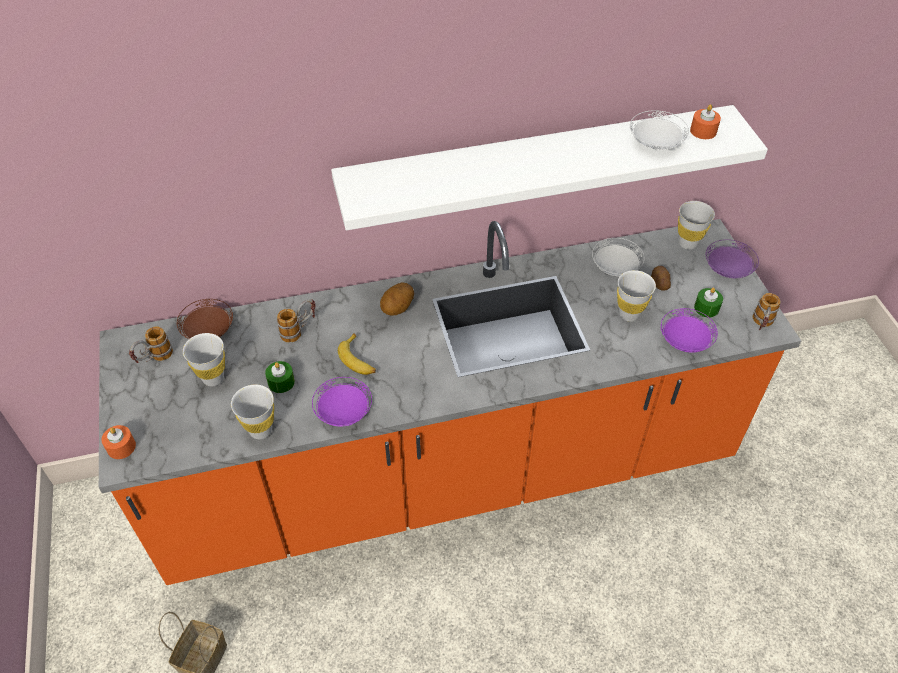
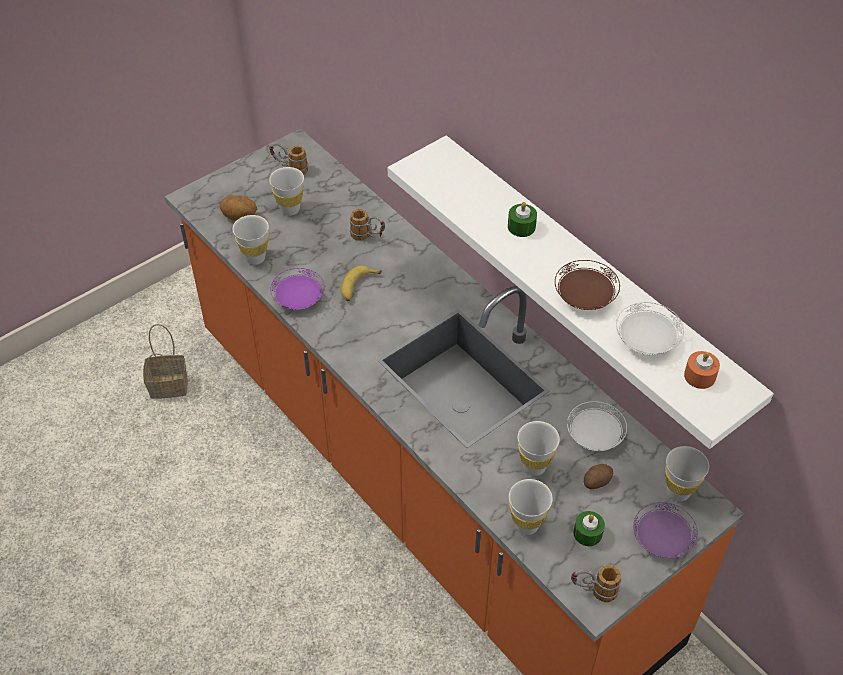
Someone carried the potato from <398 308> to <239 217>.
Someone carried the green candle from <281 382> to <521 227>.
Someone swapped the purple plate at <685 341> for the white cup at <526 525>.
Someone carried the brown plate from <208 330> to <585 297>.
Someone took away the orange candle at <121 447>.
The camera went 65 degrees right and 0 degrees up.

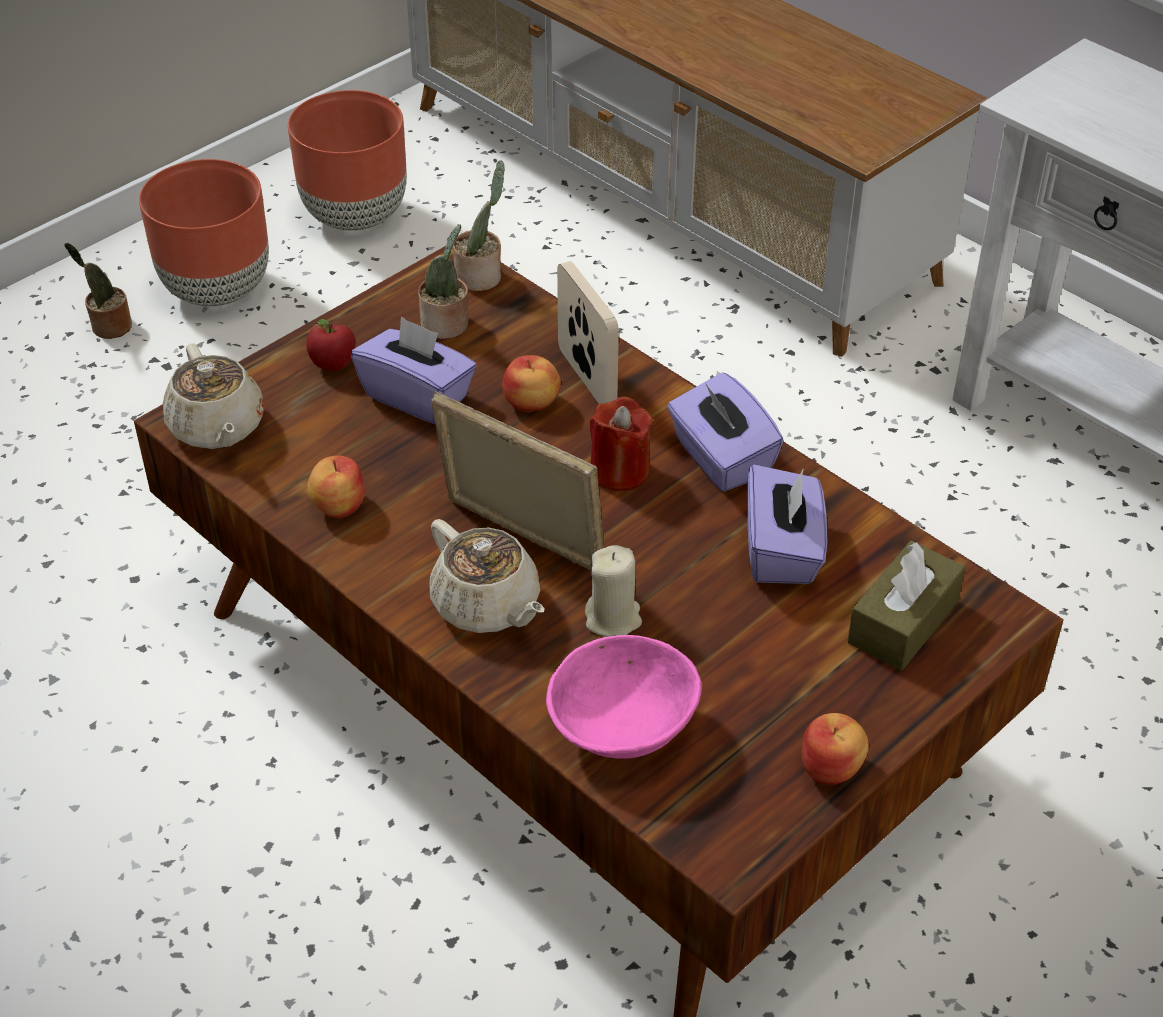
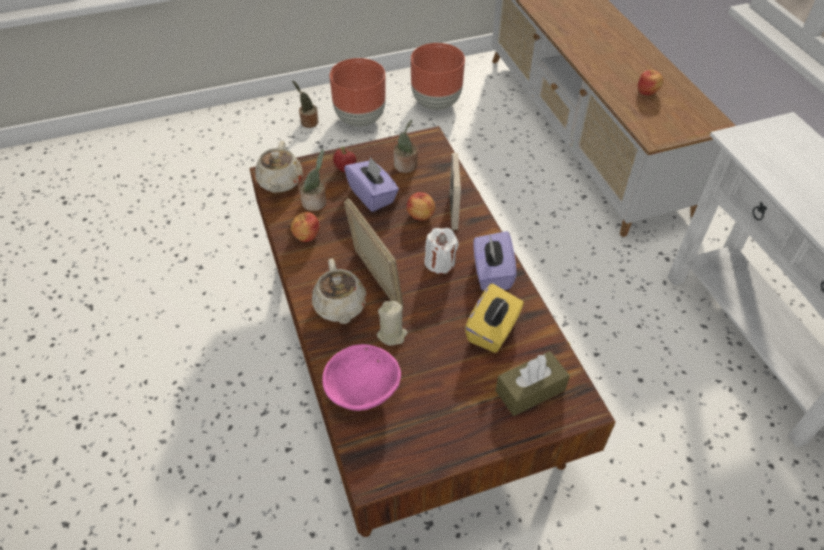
Someone carried the potted plant from <481 276> to <316 202>.
Someone repainted the red candle at <619 471>, which became the white candle at <440 263>.
Someone repainted the purple tissue box at <782 551>, which became the yellow tissue box at <492 331>.
Someone carried the apple from <831 767> to <647 92>.
The camera went 25 degrees right and 5 degrees up.

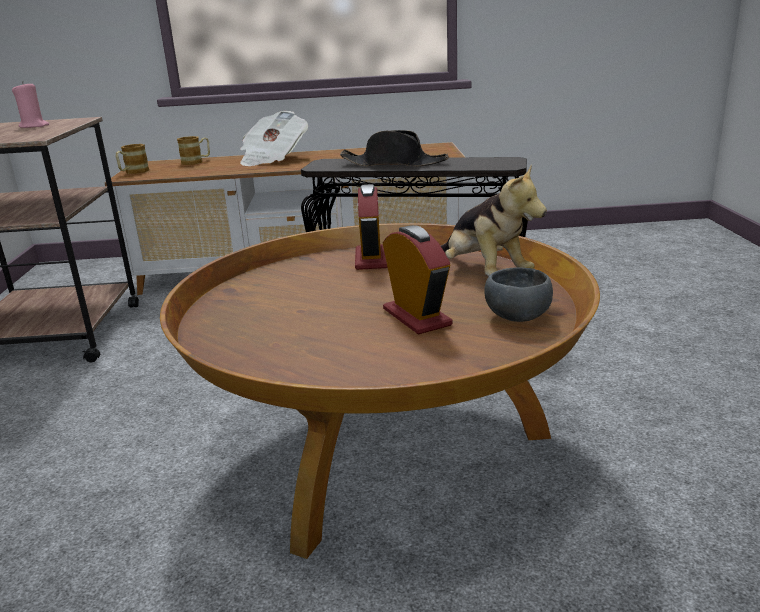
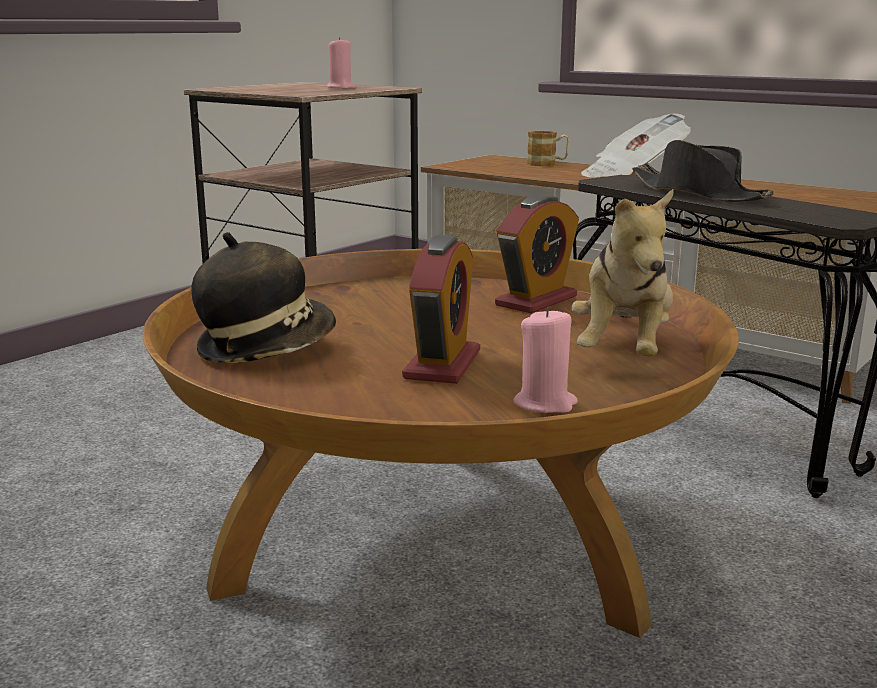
Someone put down the hat at <266 348>.
Someone swapped the grey bowl at <517 318> for the pink candle at <545 404>.
Someone took away the mug at <133 172>.
The camera went 40 degrees right and 5 degrees down.

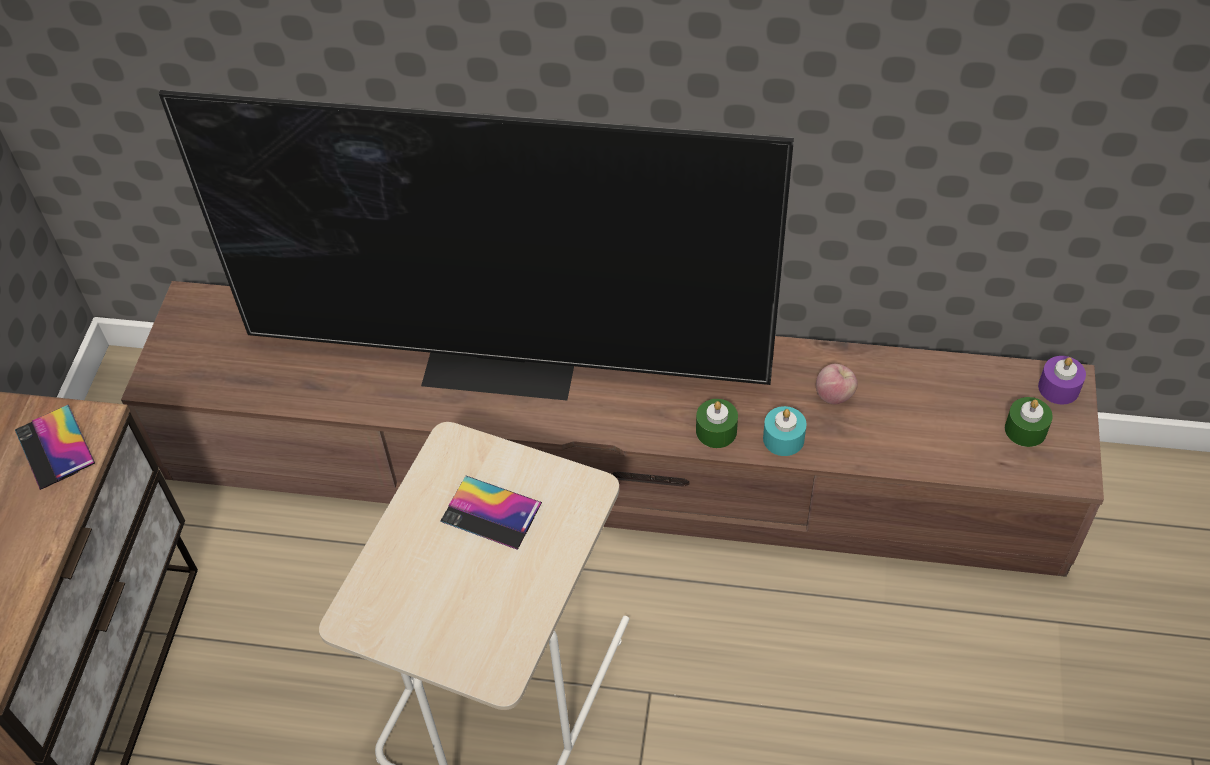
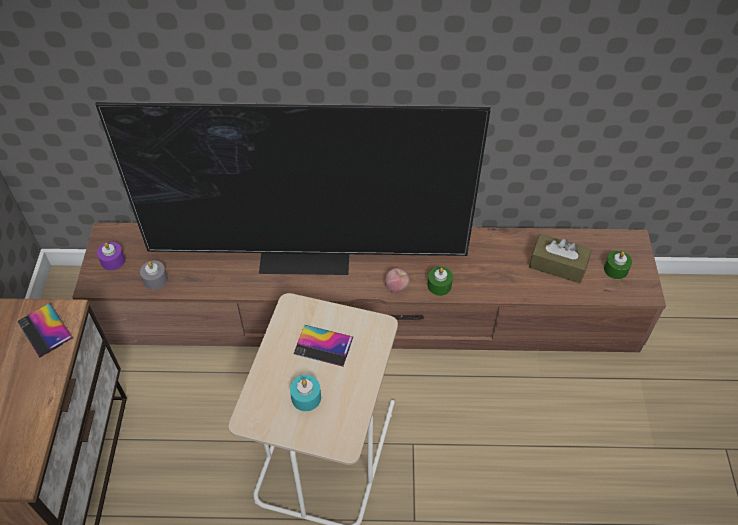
Someone carried the purple candle from <1058 388> to <113 260>.
Someone put down the grey candle at <155 279>.
Someone carried the turquoise candle from <783 439> to <306 397>.
Someone carried the apple from <834 395> to <396 287>.
Someone put down the brown tissue box at <557 265>.
The camera went 10 degrees left and 0 degrees up.

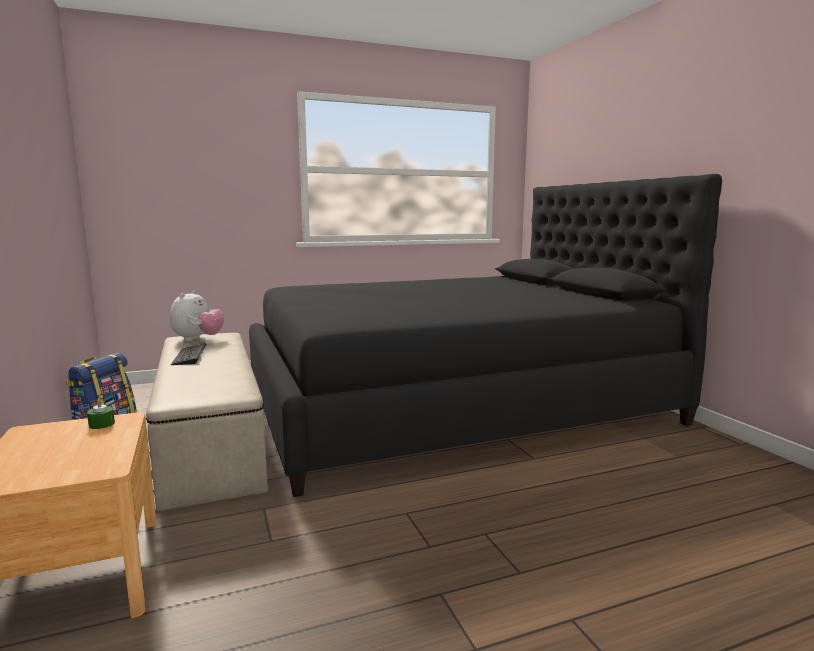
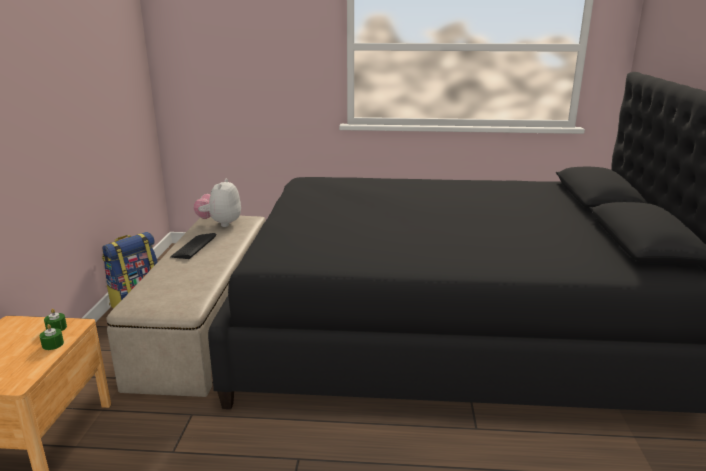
Someone put down the green candle at <53 344>.
Someone rotated the plush toy at <198 339> by 150 degrees clockwise.
The camera went 25 degrees right and 10 degrees up.

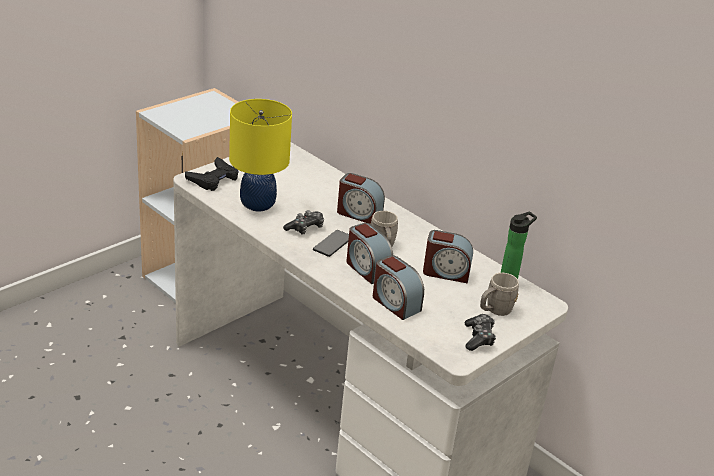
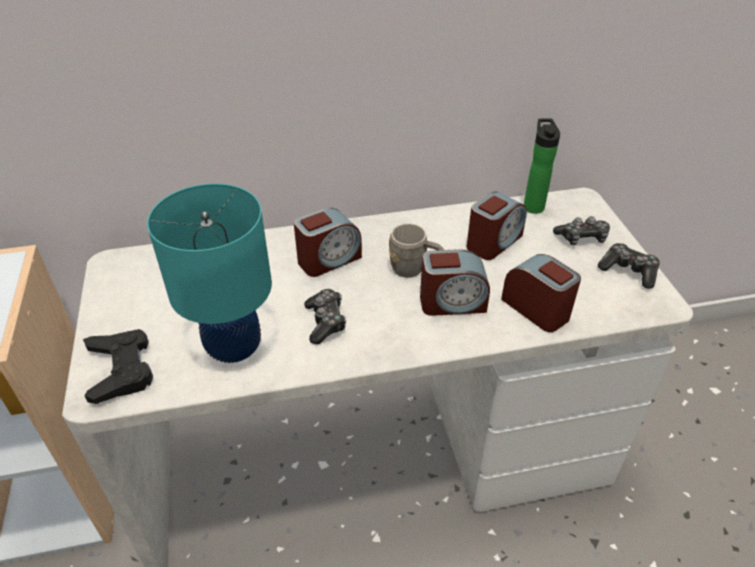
Someone repainted the yellow table lamp at <256 206>, which became the turquoise table lamp at <233 350>.
Someone rotated the alarm clock at <395 303> by 120 degrees counterclockwise.
Someone swapped the grey mug at <494 310> for the game controller at <582 238>.
Someone took away the phone at <333 244>.
The camera went 55 degrees left and 10 degrees up.

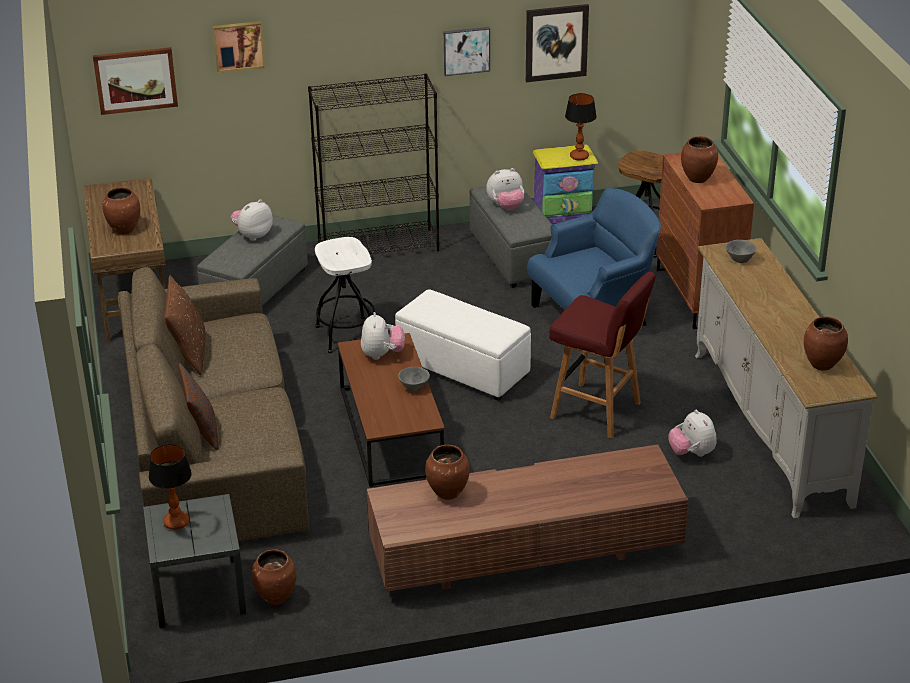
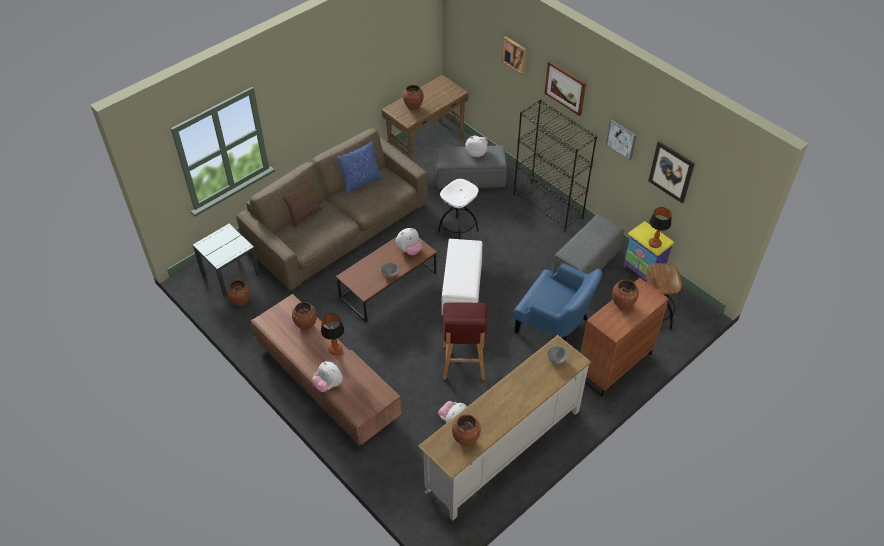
Someone carried the plush toy from <506 206> to <328 385>.
Someone carried the table lamp from <176 522> to <335 350>.
Someone repainted the brown pillow at <189 355>, which became the blue pillow at <360 182>.
Someone carried the picture from <135 80> to <565 87>.
The camera went 60 degrees right and 15 degrees up.

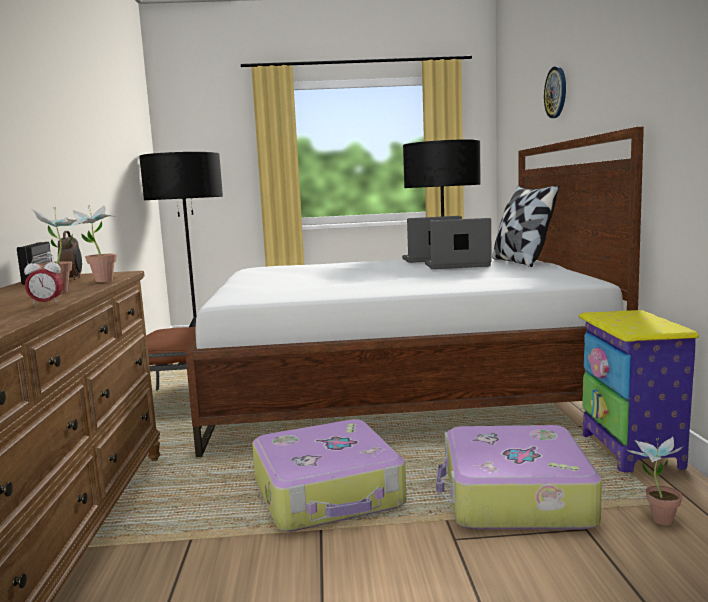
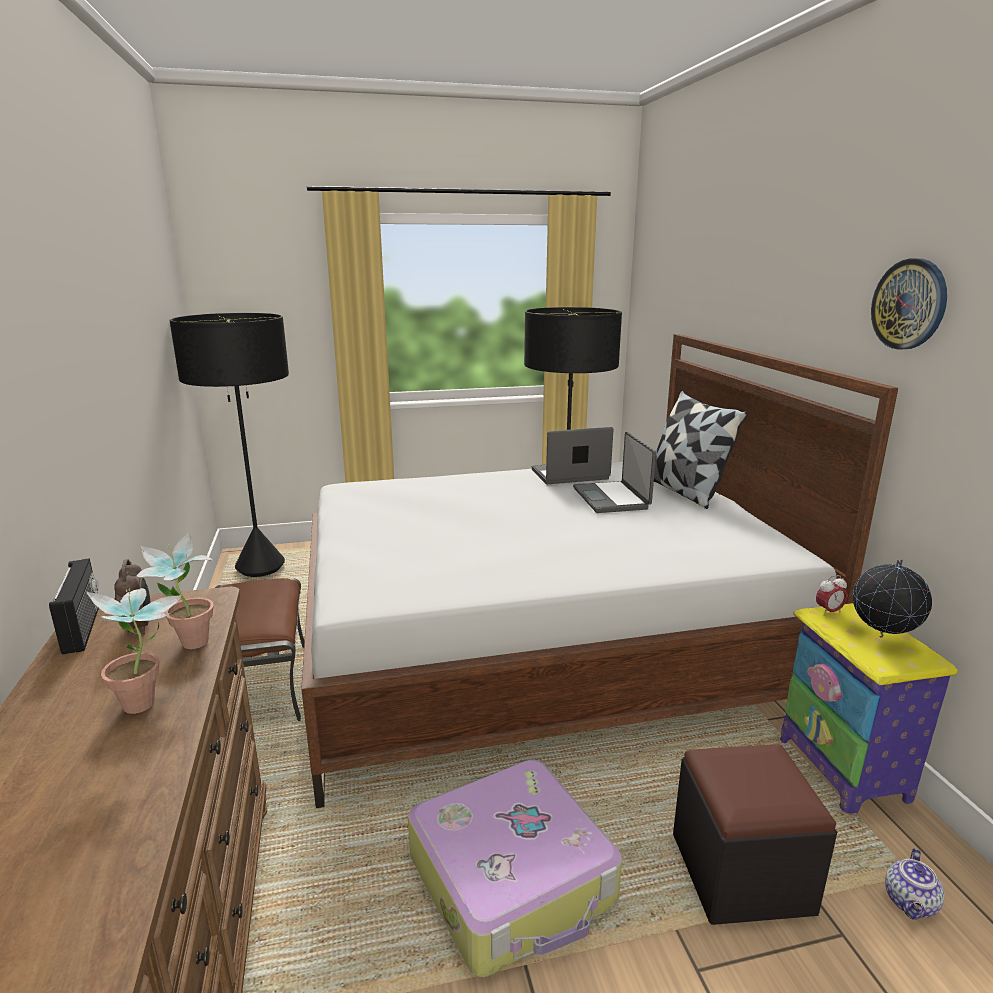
Someone rotated the laptop at <457 265> by 90 degrees counterclockwise.
Someone swapped the suitcase at <514 497> for the black ottoman at <741 872>.
Someone carried the alarm clock from <47 304> to <828 612>.
Someone put down the globe at <882 637>.
Someone carried the wall clock from <556 92> to <909 304>.
Someone swapped the potted plant at <655 517> for the teapot at <910 903>.
The camera went 10 degrees left and 10 degrees up.

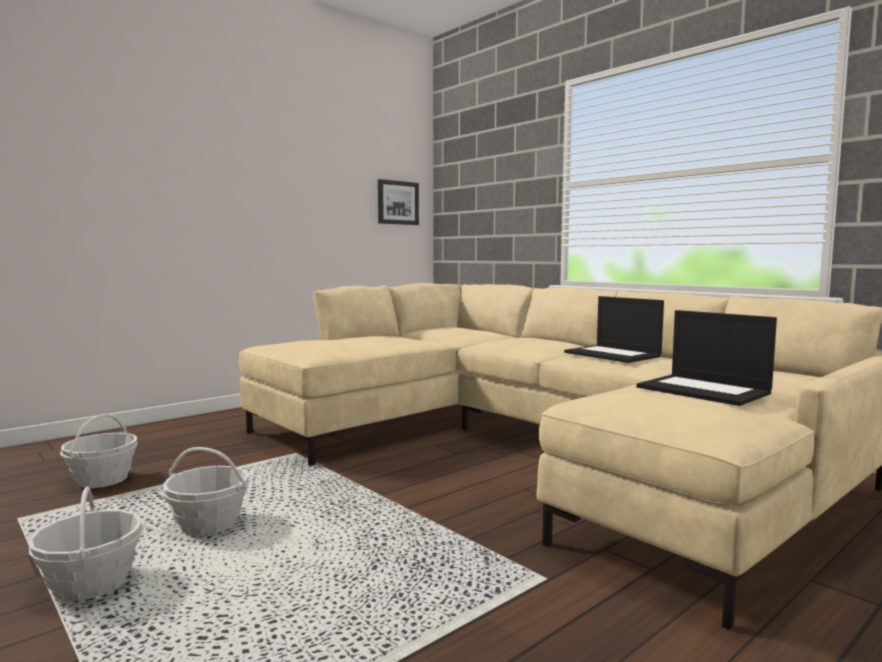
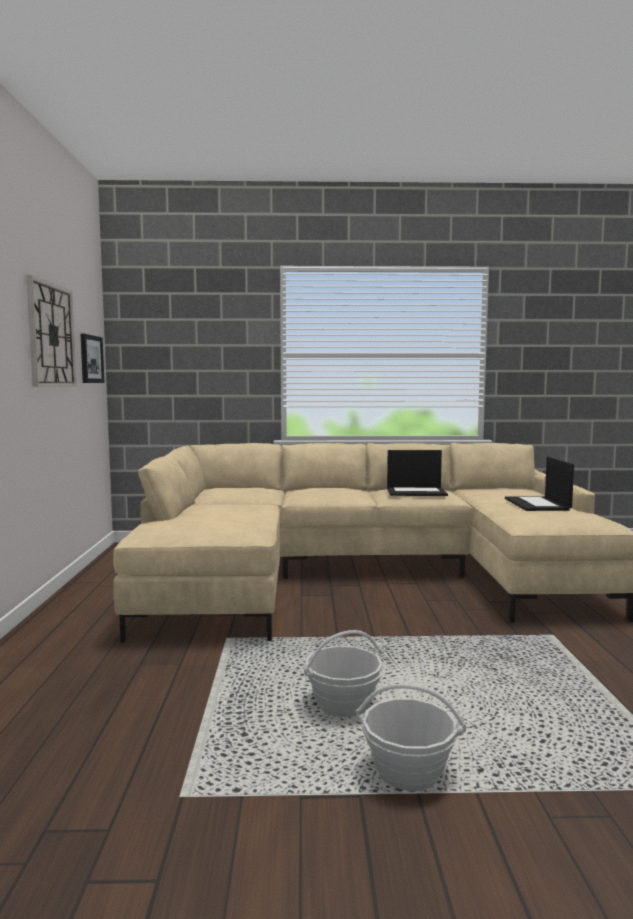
Someone put up the wall clock at <51 335>.
Someone rotated the laptop at <705 390> by 90 degrees clockwise.
Someone took away the basket at <102 480>.
The camera went 50 degrees left and 0 degrees up.

